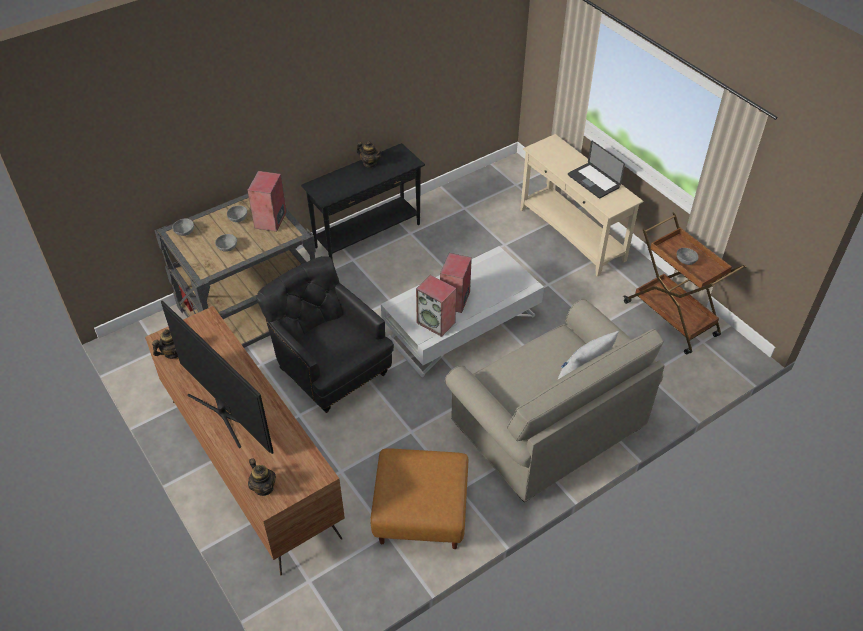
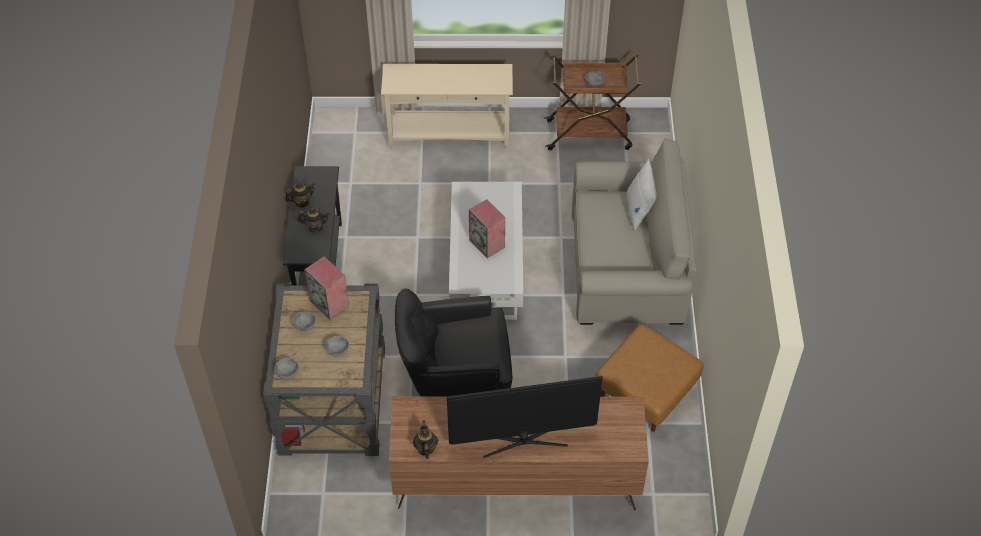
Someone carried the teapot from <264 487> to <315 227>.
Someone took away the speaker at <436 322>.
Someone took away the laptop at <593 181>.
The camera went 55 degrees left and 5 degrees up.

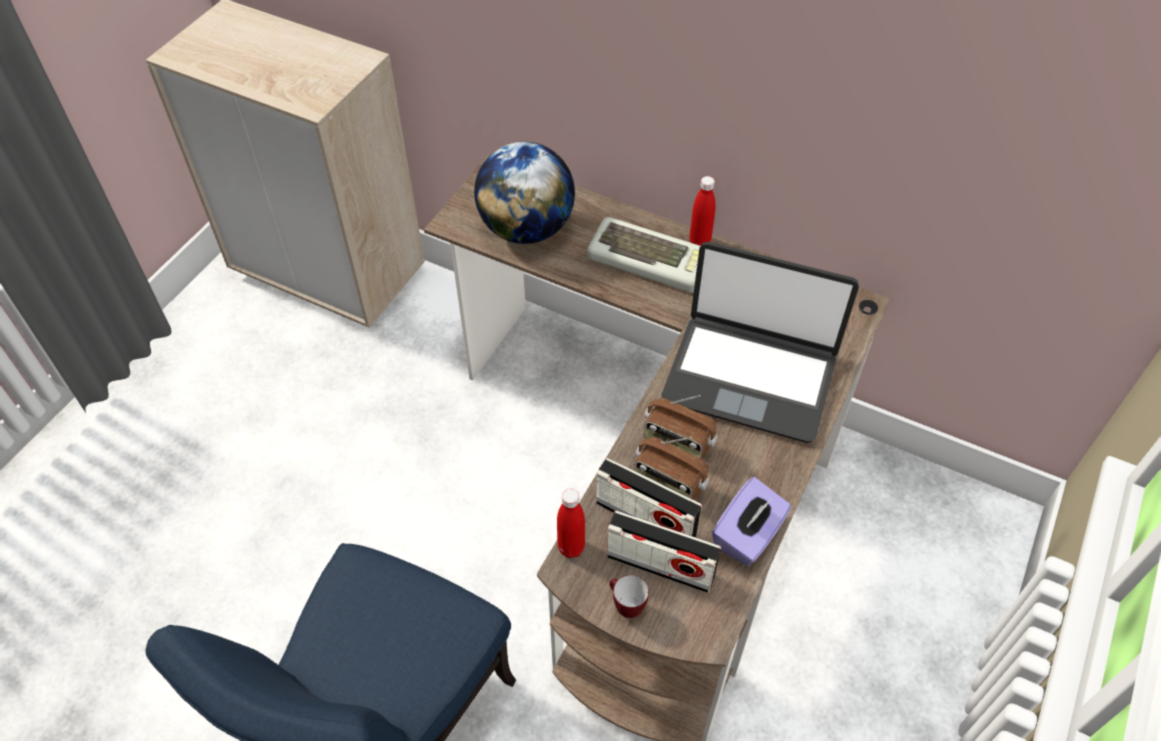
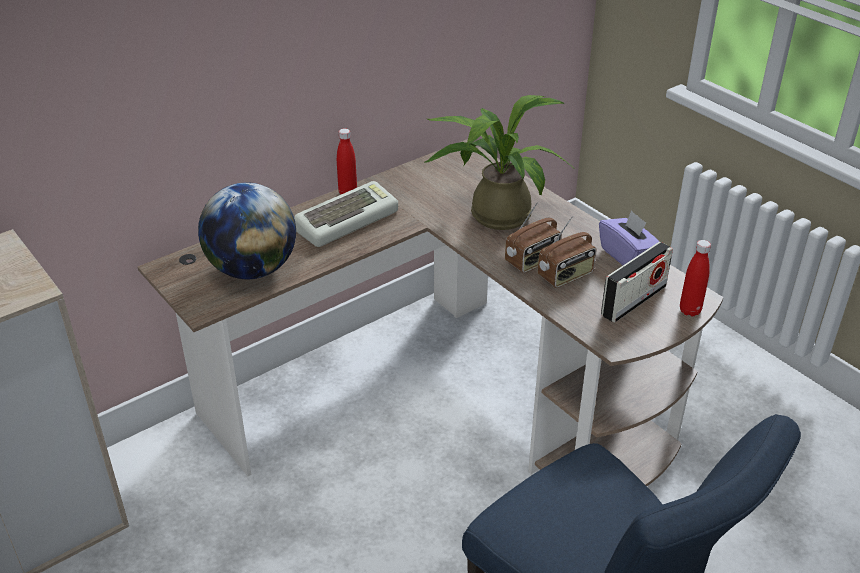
Someone swapped the laptop at <750 377> for the potted plant at <494 213>.
Someone carried the red bottle from <571 547> to <690 310>.
Someone took away the radio at <645 519>.
Someone took away the mug at <625 606>.
The camera went 65 degrees left and 15 degrees down.

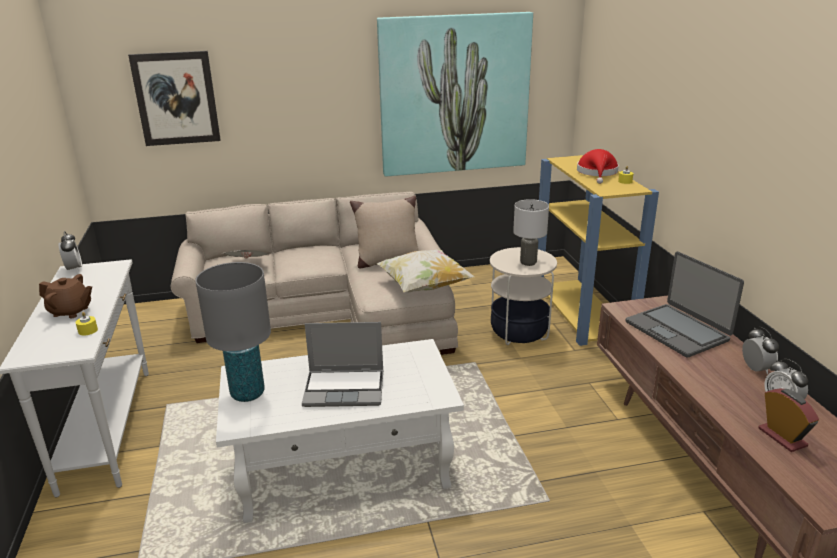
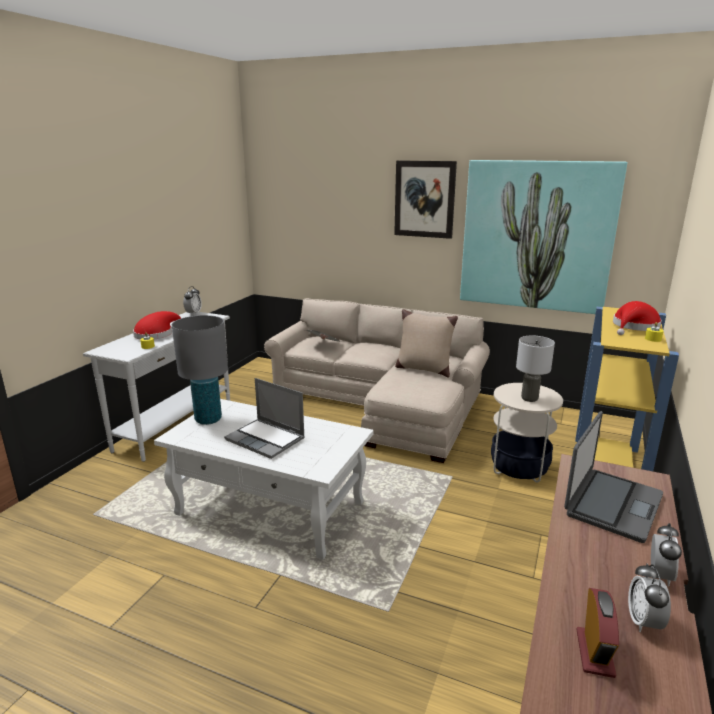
Someone swapped the brown teapot at <71 311> for the red hat at <156 334>.
Someone carried the picture from <176 98> to <424 199>.
Someone rotated the laptop at <677 331> by 150 degrees counterclockwise.
Someone took away the pillow at <424 287>.
The camera went 35 degrees right and 5 degrees down.

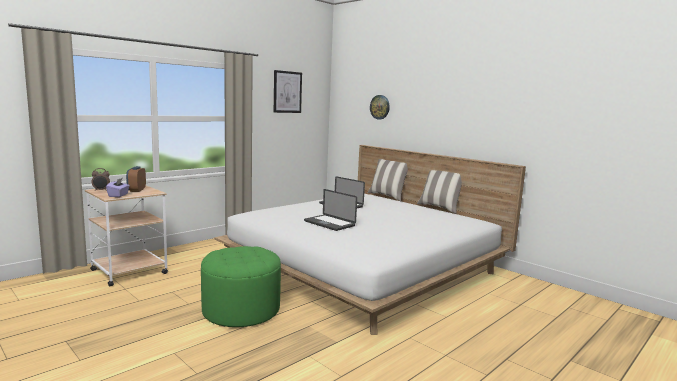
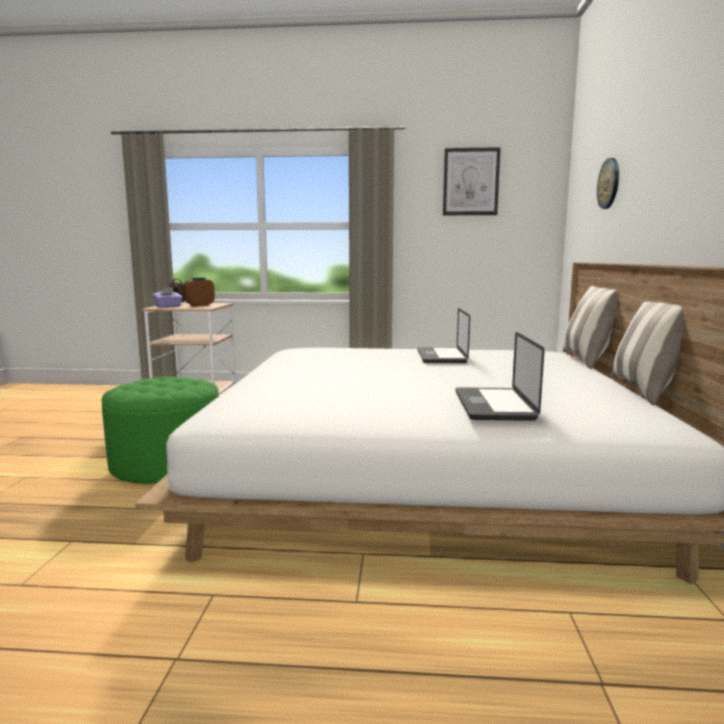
Someone carried the laptop from <329 223> to <493 405>.
The camera went 50 degrees right and 0 degrees up.

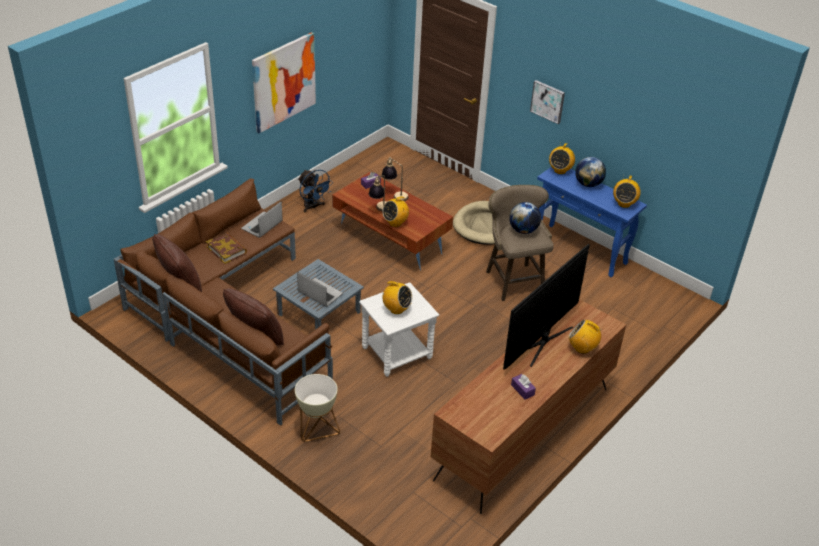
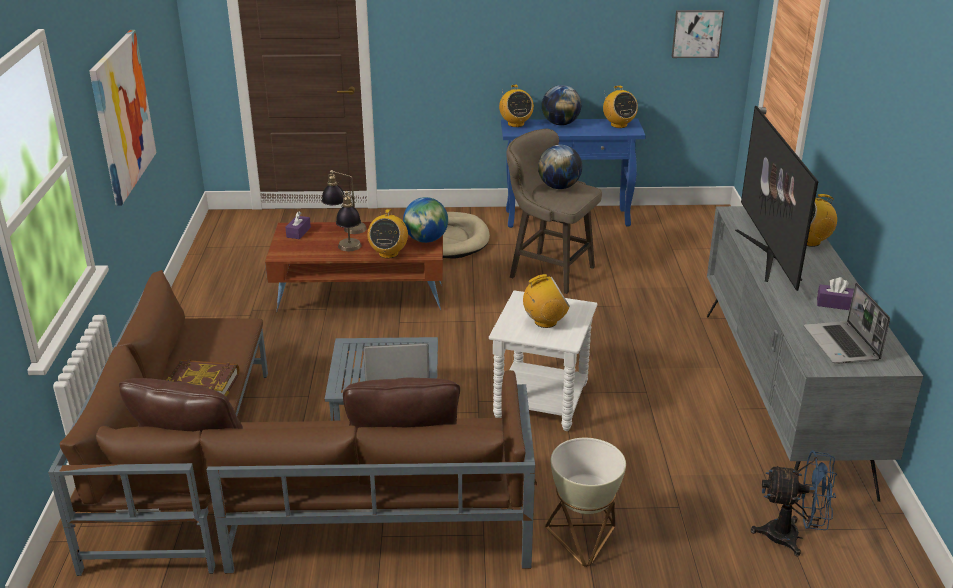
Someone put down the globe at <426 240>.
Someone carried the picture from <548 101> to <697 33>.
Someone repainted the brown tv stand at <523 433>, which became the grey tv stand at <783 398>.
Someone carried the blue fan from <313 207> to <791 537>.
Someone carried the laptop from <262 226> to <842 345>.
The camera went 40 degrees left and 10 degrees down.

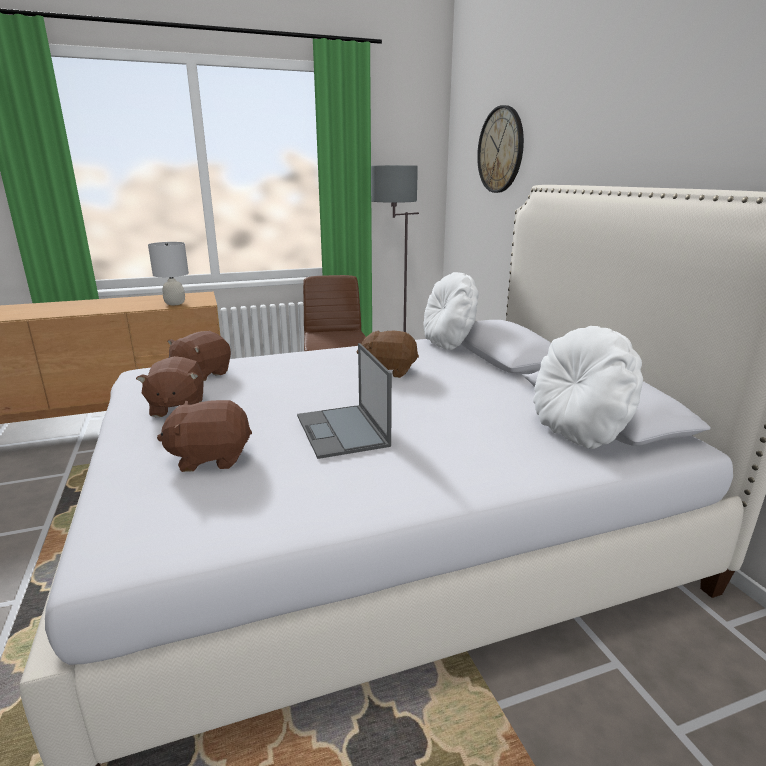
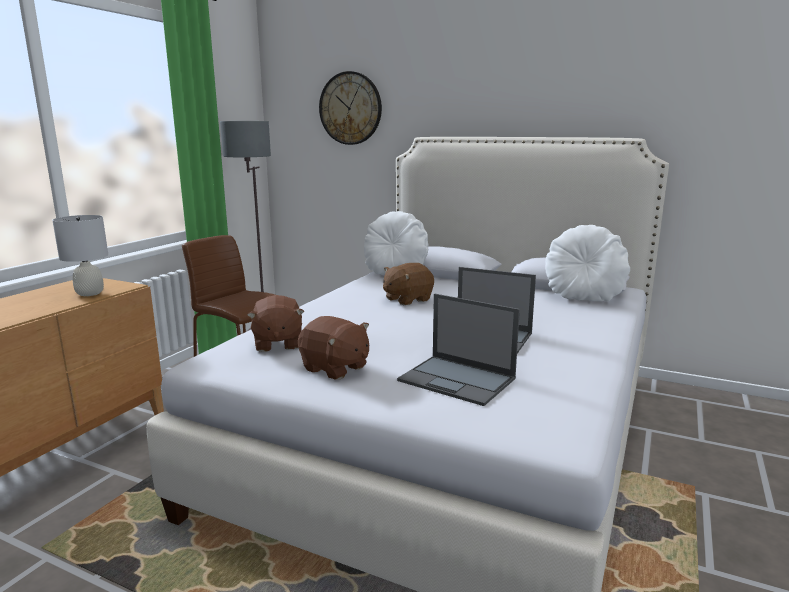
Someone swapped the brown plush toy at <210 457> for the laptop at <458 380>.
The camera went 45 degrees left and 5 degrees down.

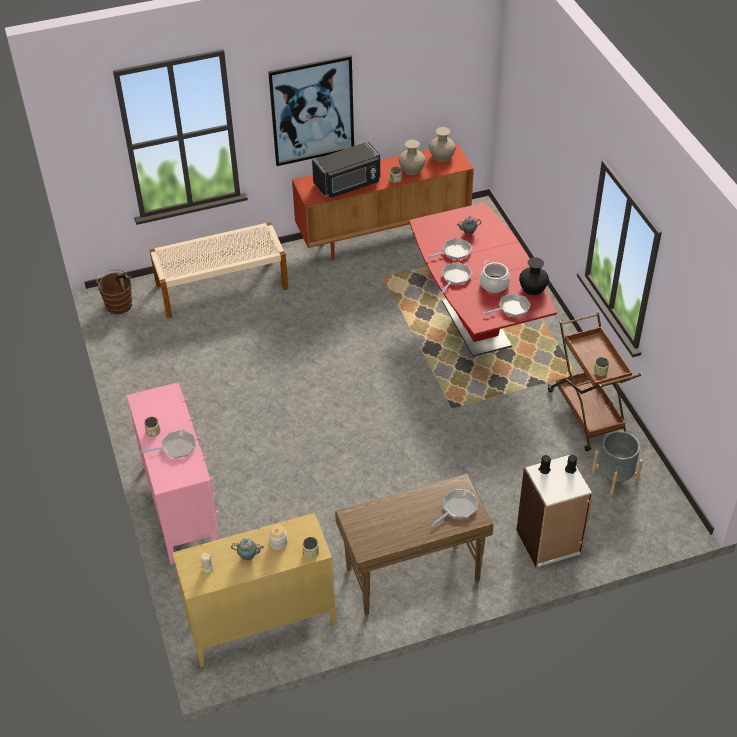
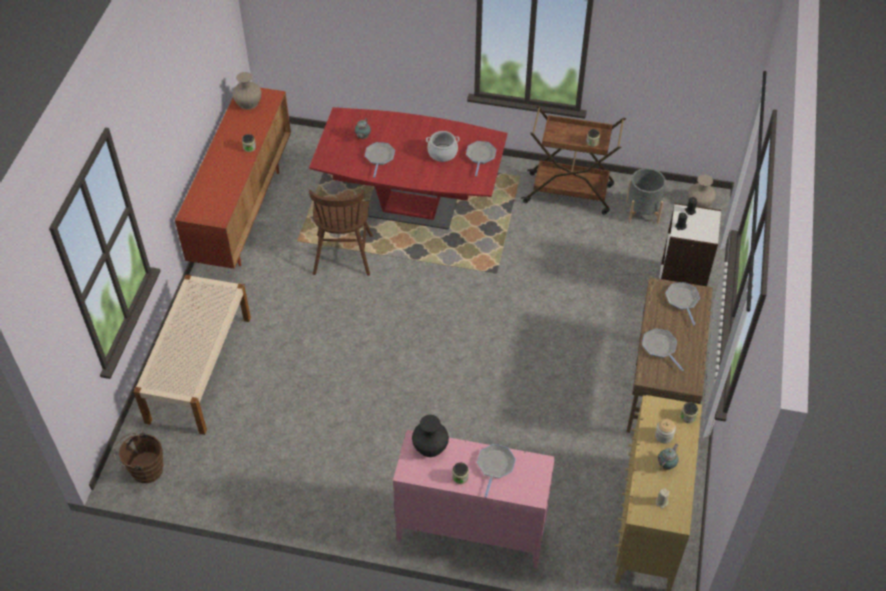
Someone put down the brown chair at <343 251>.
Someone carried the black vase from <532 288> to <430 446>.
Someone carried the frying pan from <455 277> to <660 347>.
Someone carried the beige vase from <411 169> to <699 203>.
Someone took away the picture at <312 111>.
Someone took away the black microwave at <348 184>.
The camera went 60 degrees left and 5 degrees up.

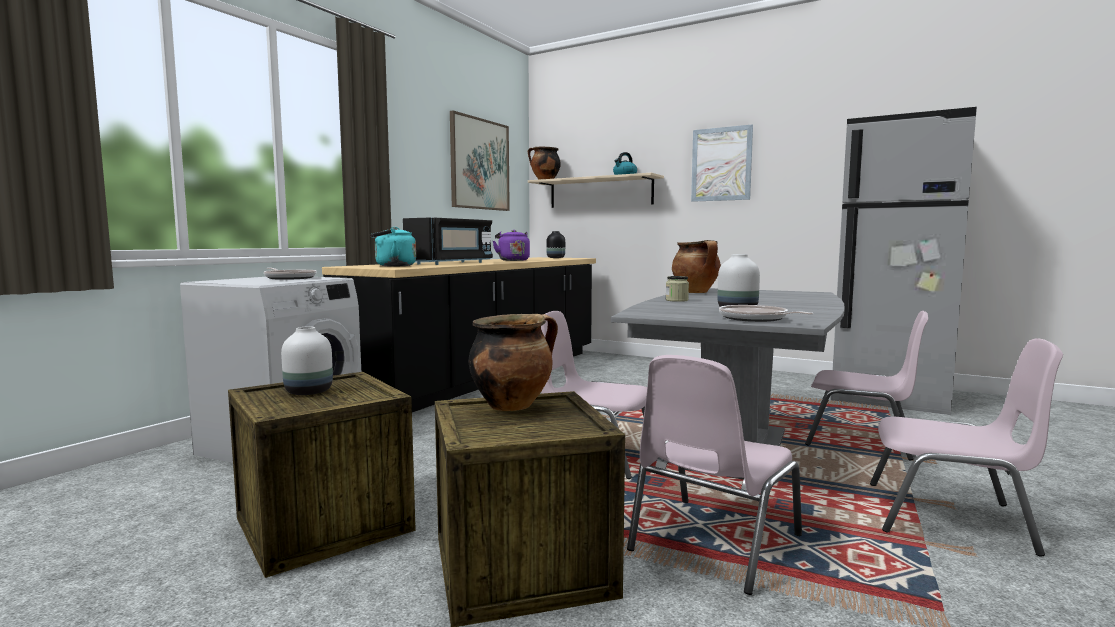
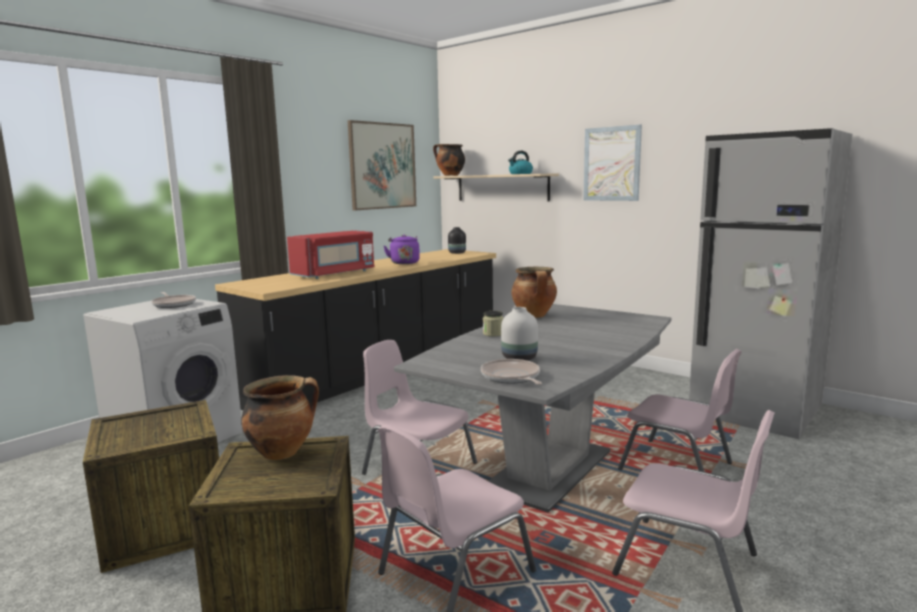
Someone repainted the black microwave at <451 263>, which became the red microwave at <335 274>.
Someone took away the white vase at <308 392>.
Someone took away the turquoise kettle at <392 266>.
The camera went 10 degrees right and 5 degrees up.

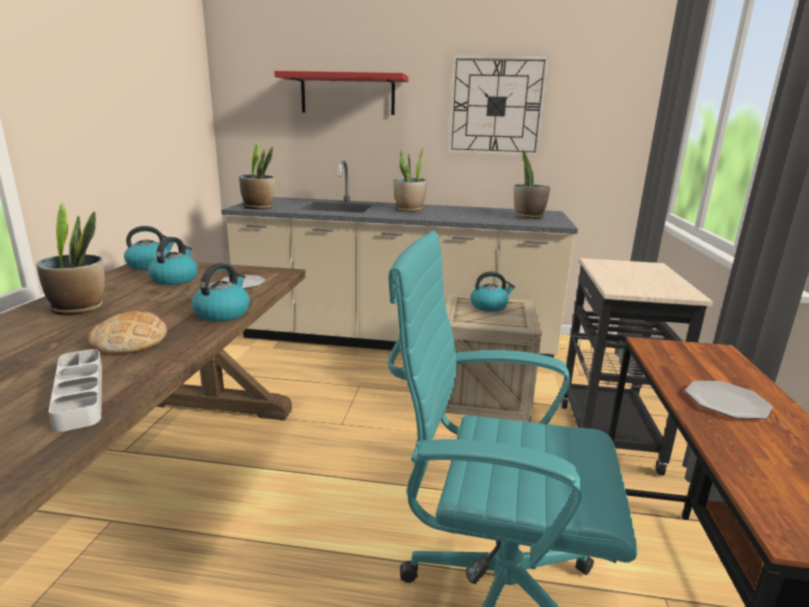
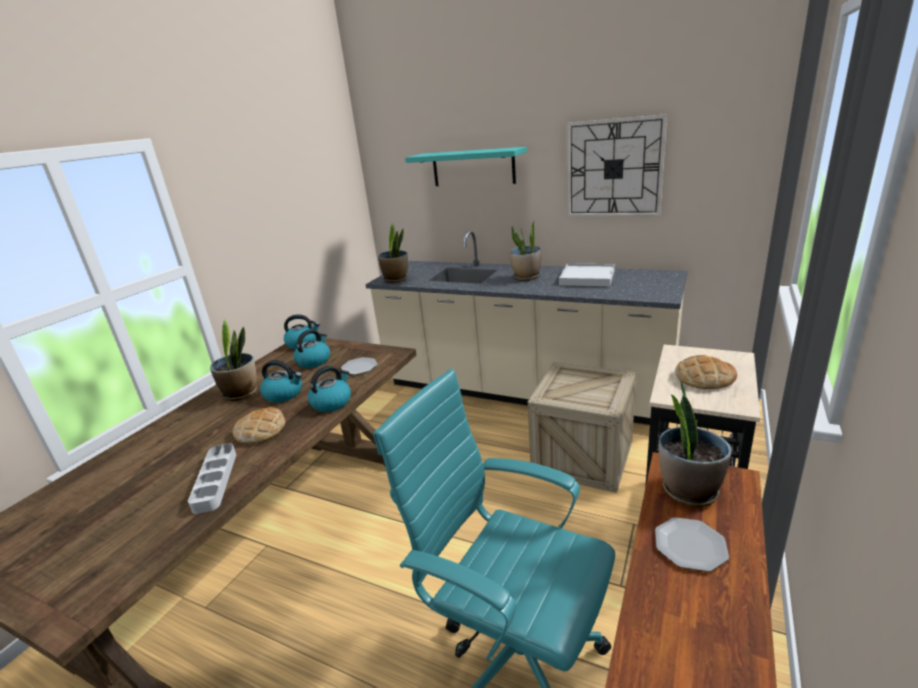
Someone carried the kettle from <489 306> to <284 394>.
Someone repainted the red shelf at <347 94>, which became the turquoise shelf at <473 167>.
Someone put down the white tray at <587 278>.
Someone carried the potted plant from <528 217> to <688 490>.
Someone put down the bread at <704 378>.
The camera went 20 degrees right and 5 degrees up.

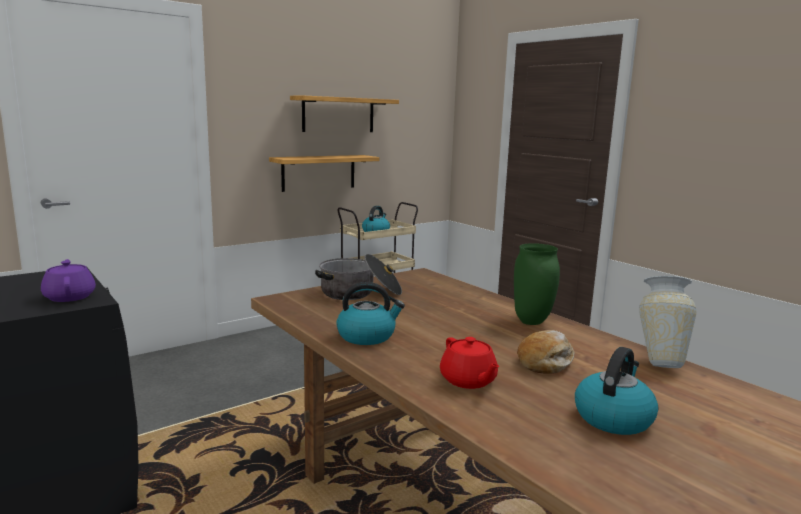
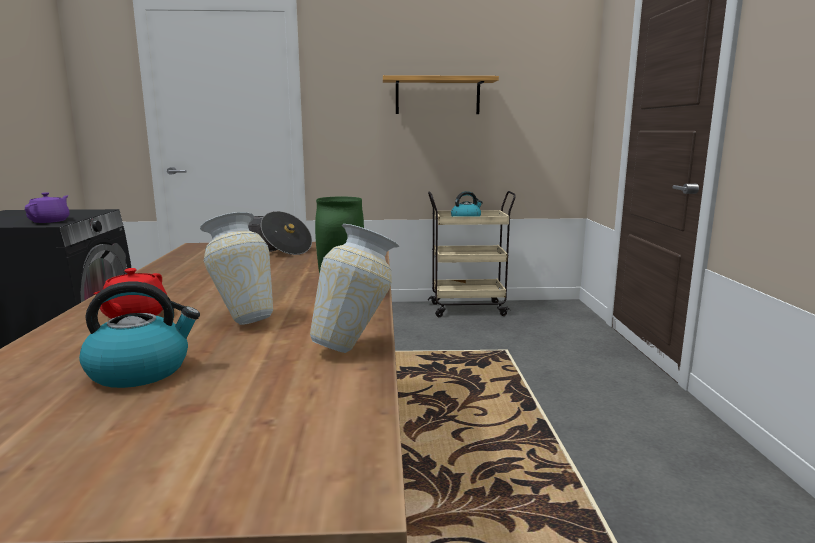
Someone swapped the bread at <545 361> for the vase at <243 319>.
Someone took away the shelf at <318 172>.
Someone took away the kettle at <367 336>.
The camera went 35 degrees right and 0 degrees up.

